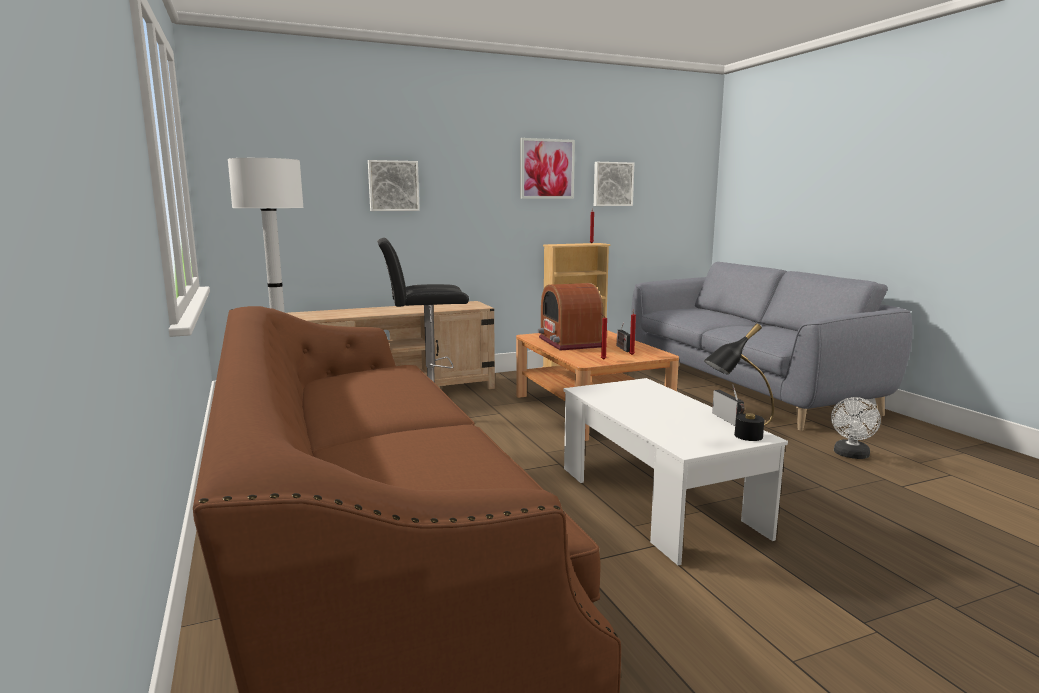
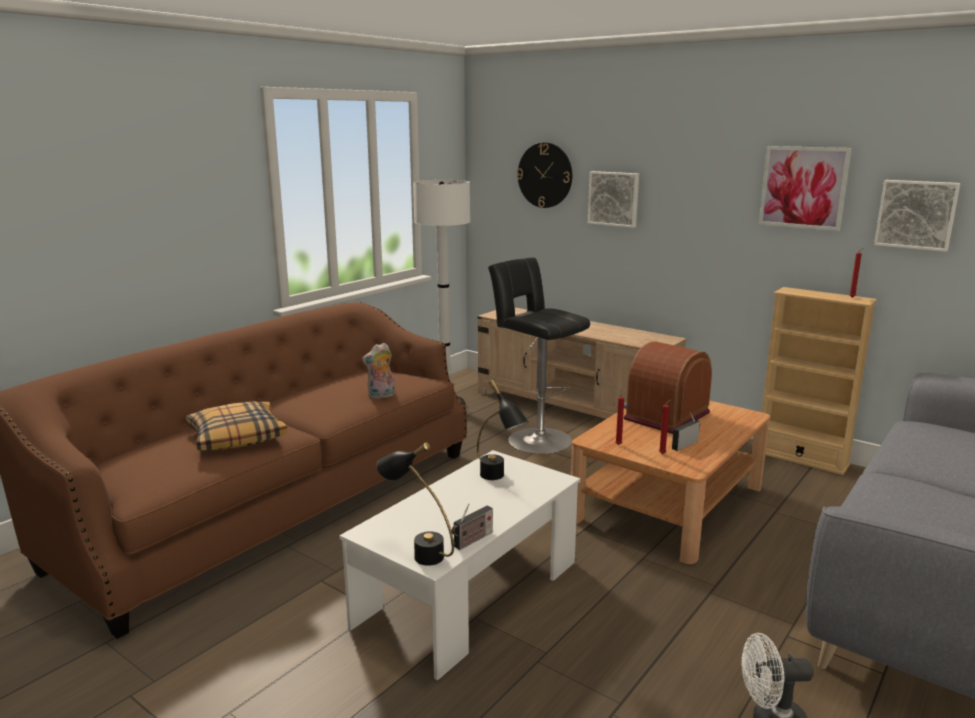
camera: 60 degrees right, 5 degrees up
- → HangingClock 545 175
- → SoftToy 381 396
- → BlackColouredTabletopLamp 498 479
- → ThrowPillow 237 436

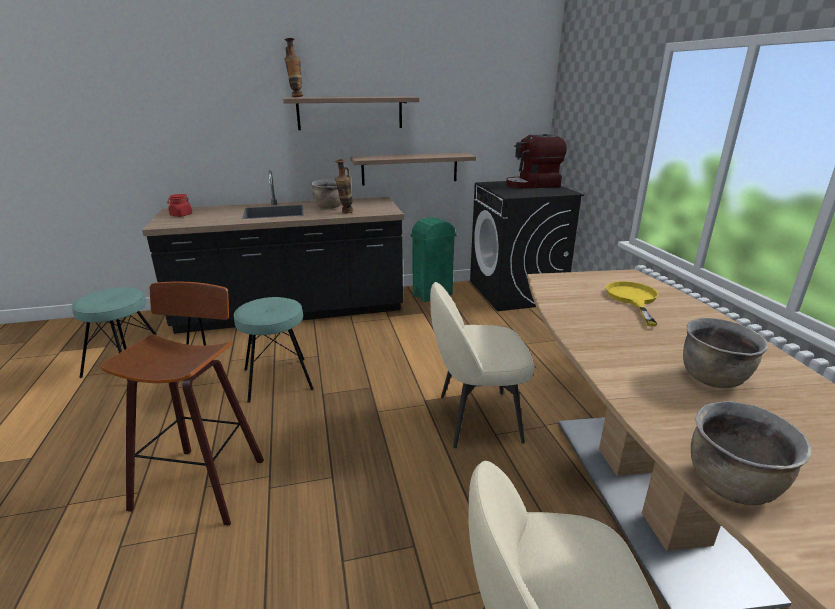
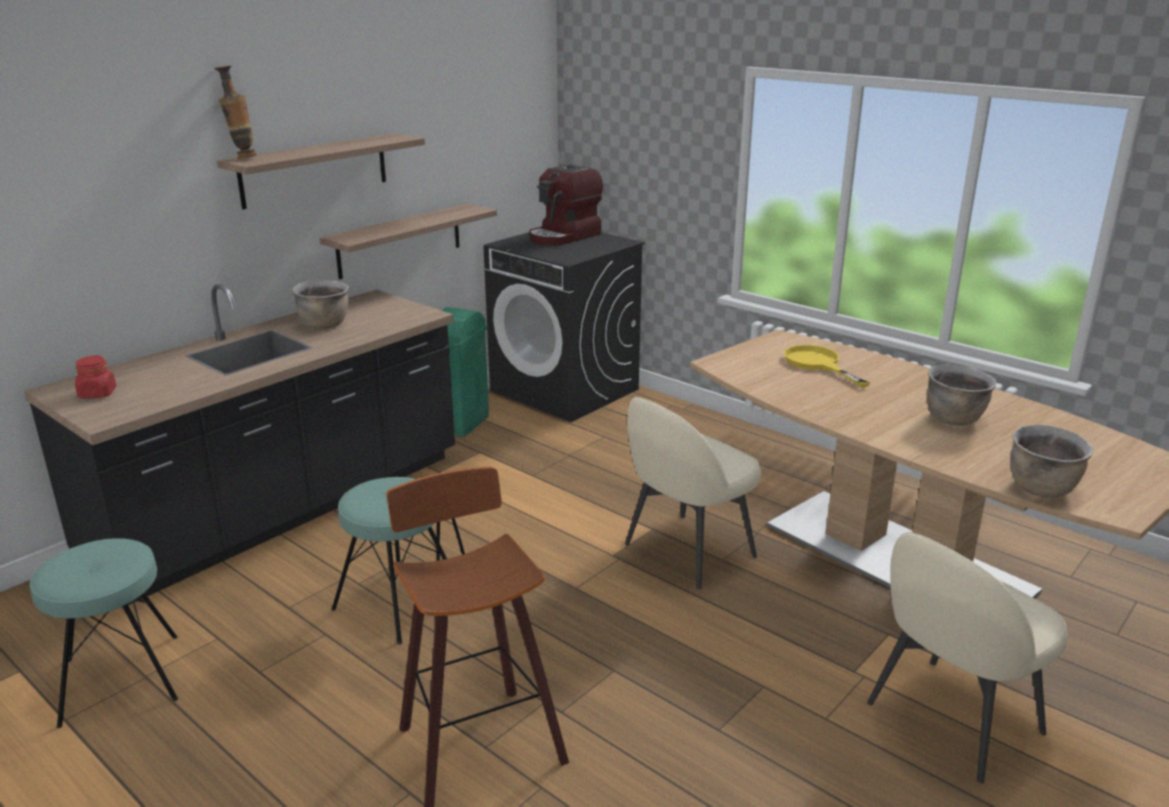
camera: 35 degrees left, 0 degrees up
DecorativeVase 345 213 → -

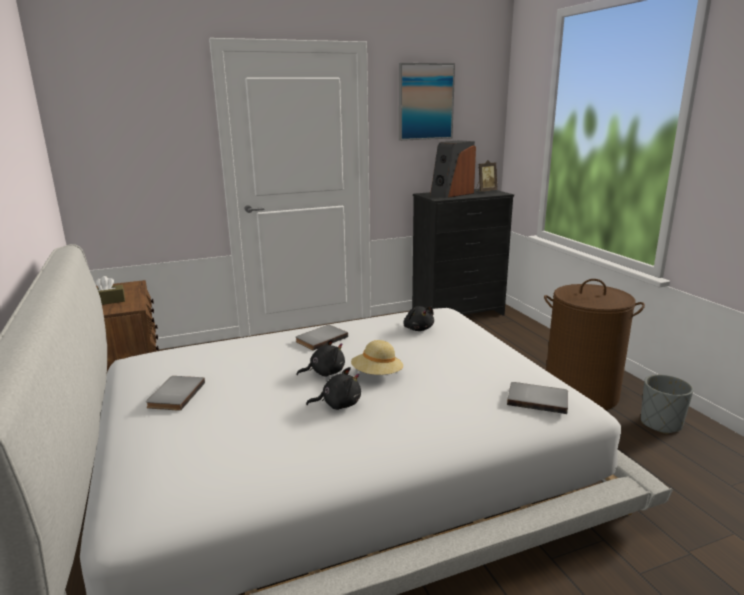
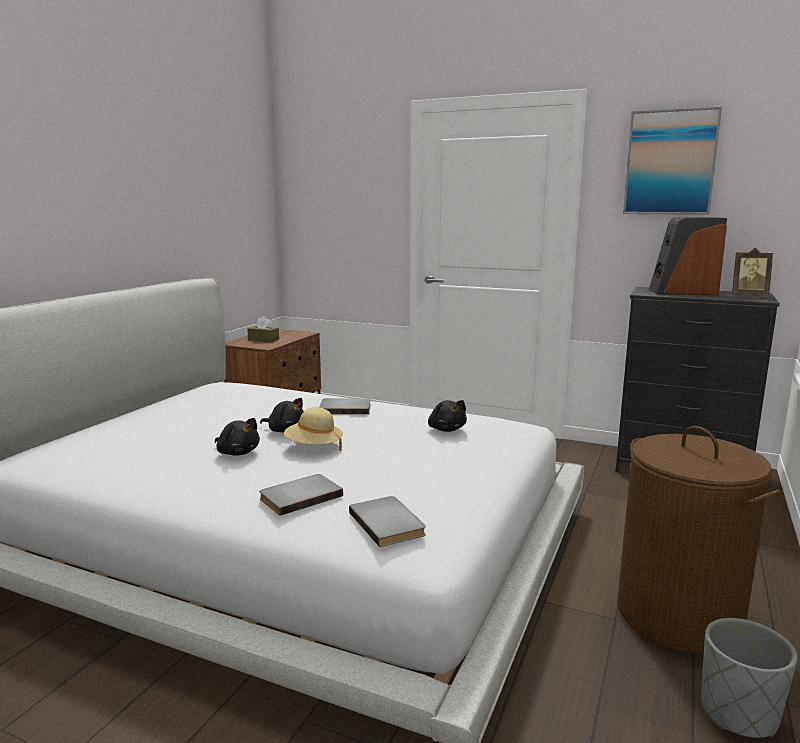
camera: 45 degrees right, 5 degrees down
BlackColouredSoftToy 418 328 → BlackColouredSoftToy 446 429, 45 degrees counterclockwise
GreyishBoundBook 174 395 → GreyishBoundBook 299 496, move

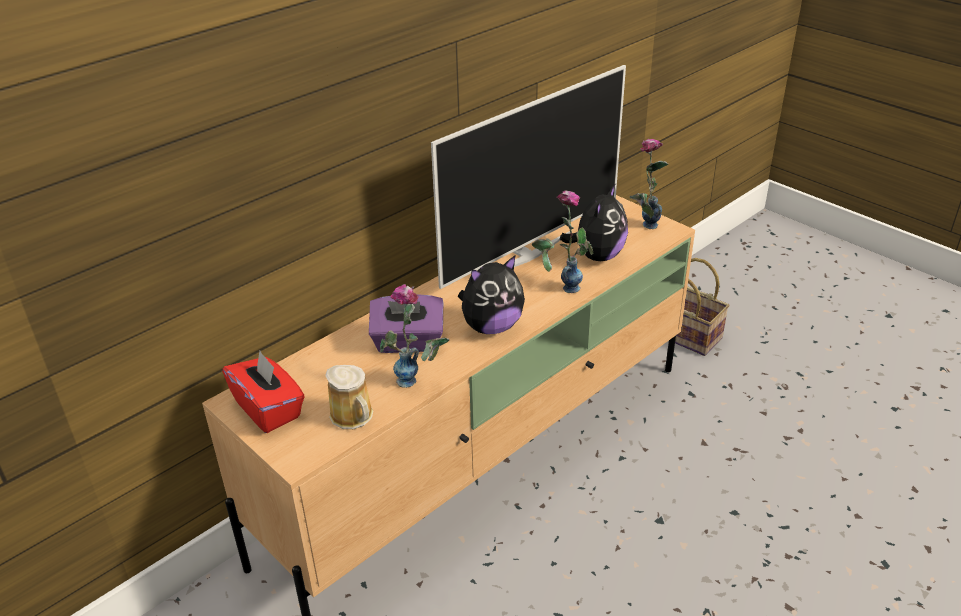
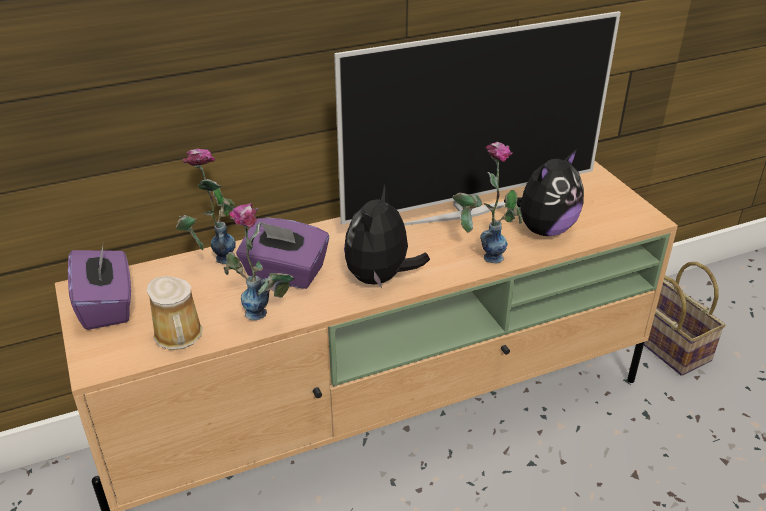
camera: 20 degrees right, 0 degrees up
DecorativeVase 643 229 → DecorativeVase 211 261, move
SoftToy 491 326 → SoftToy 380 278, 120 degrees clockwise
RedColouredBoxOfTissues 269 409 → PurpleColouredBoxOfTissues 107 306

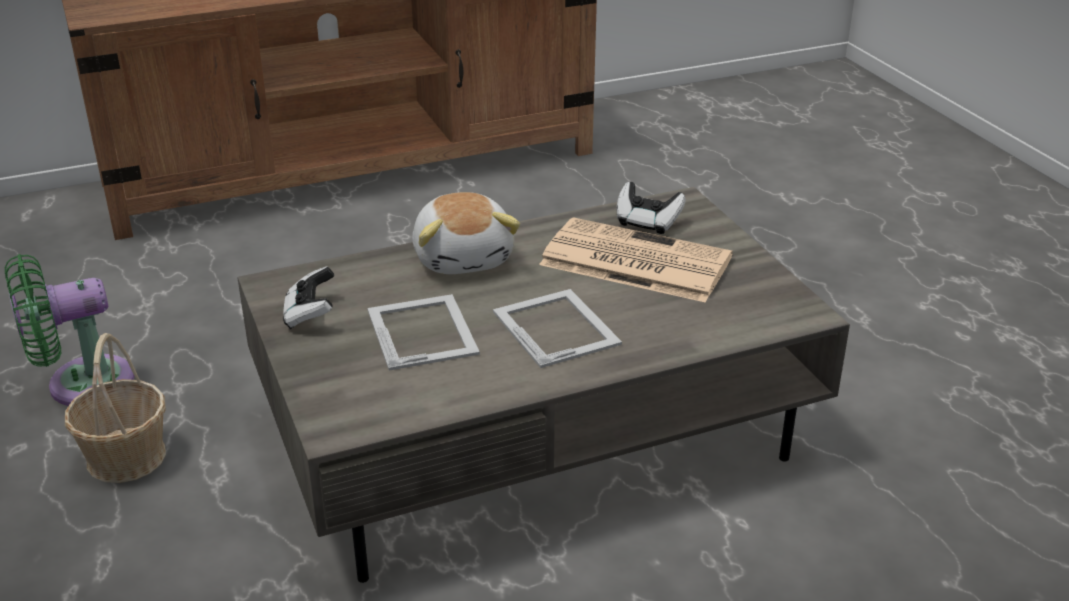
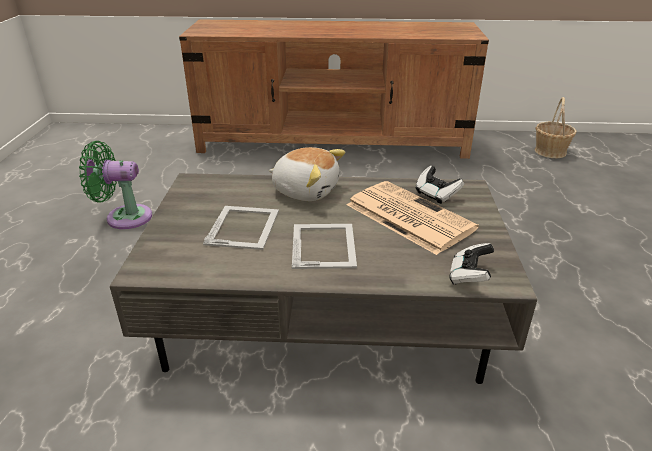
camera: 25 degrees right, 0 degrees up
SoftToy 464 257 → SoftToy 306 190, 75 degrees counterclockwise
Joypad 310 315 → Joypad 469 276, move
Basket 125 457 → Basket 550 151, move

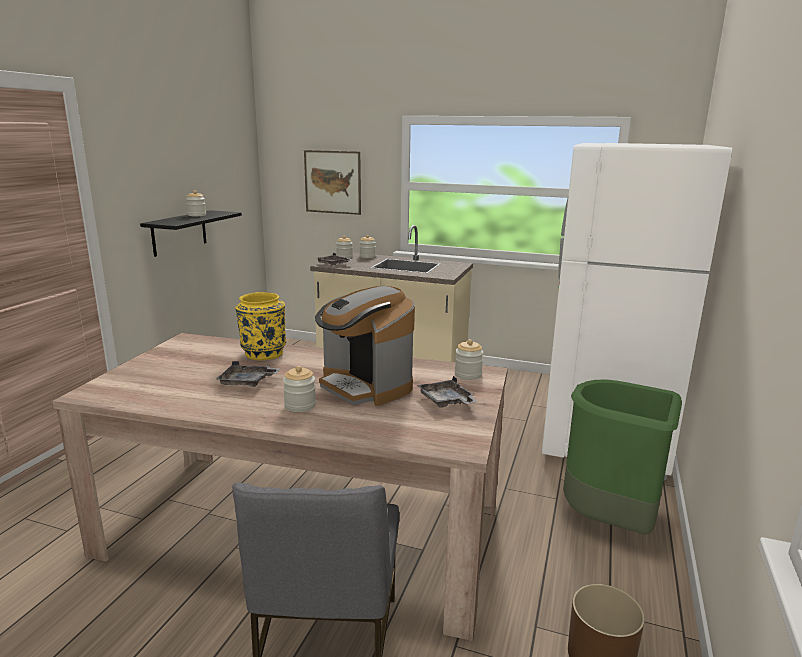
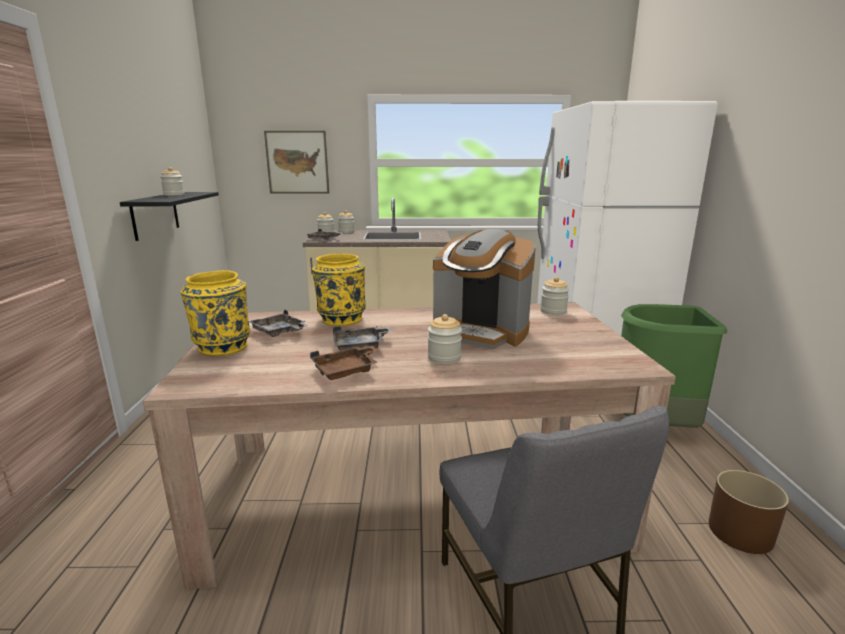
camera: 20 degrees left, 0 degrees up
GreyishServingTray 446 401 → GreyishServingTray 279 332, move
- → YellowDecorativeVase 222 348
- → BrownishServingTray 347 371

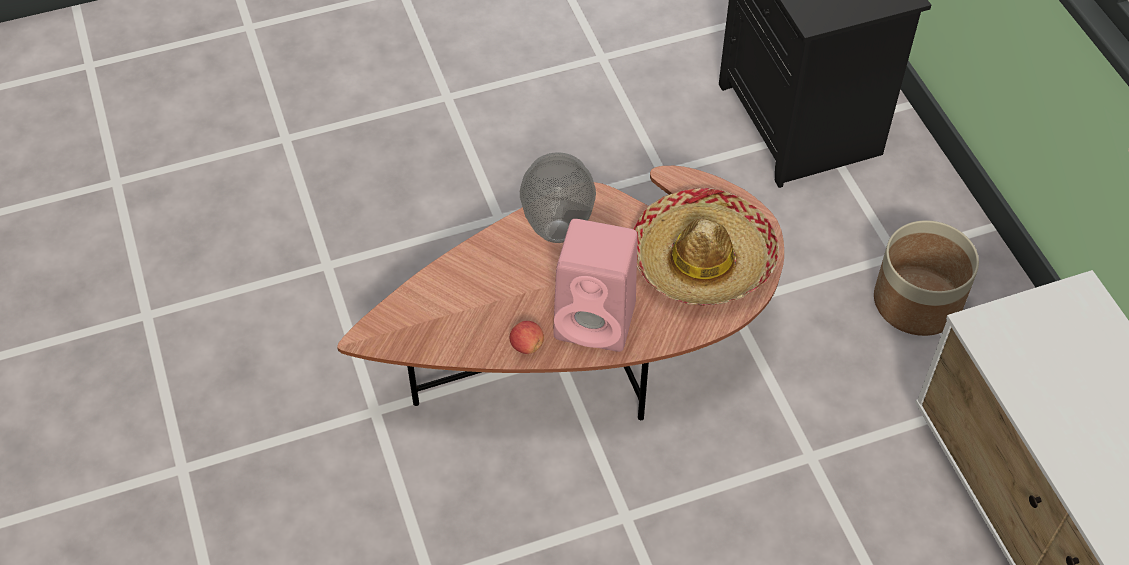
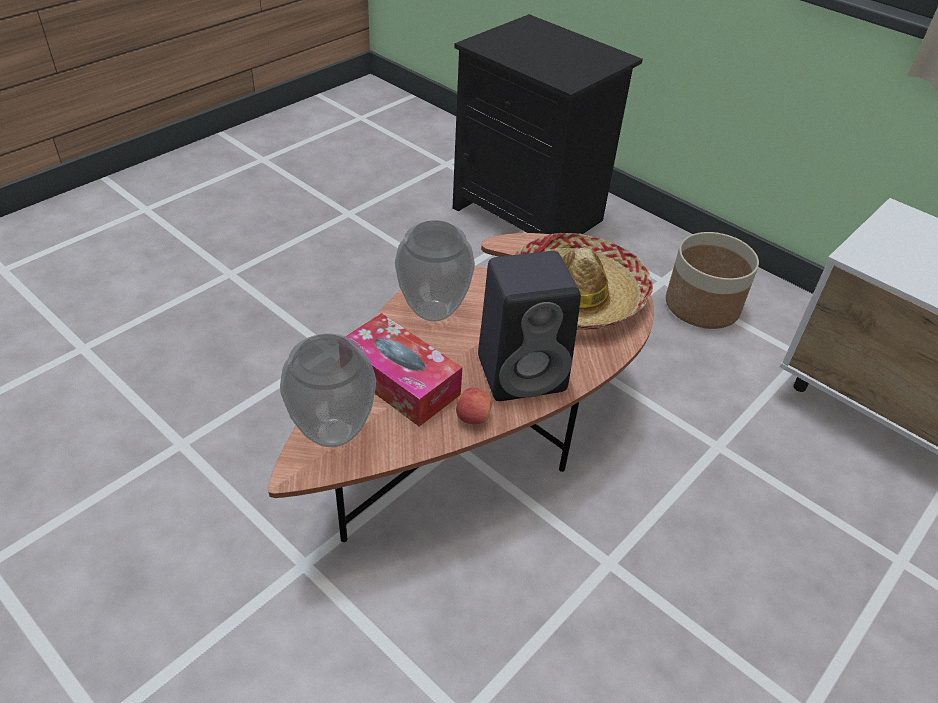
camera: 30 degrees left, 10 degrees down
PinkColouredLoudspeaker 598 321 → BlackColouredLoudspeaker 524 372
- → BoxOfTissues 399 381
- → DecorativeVase 334 432

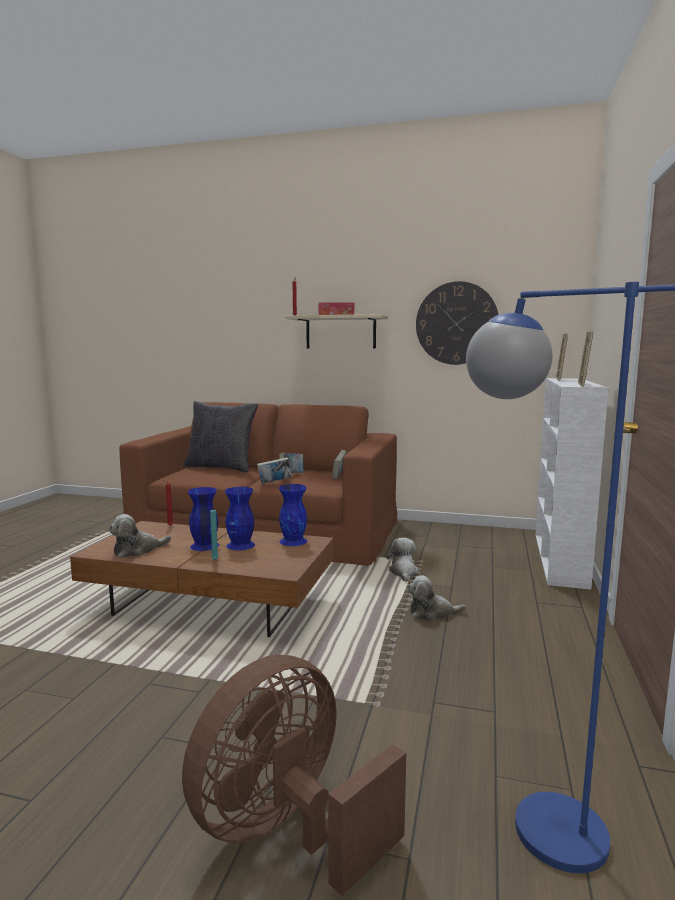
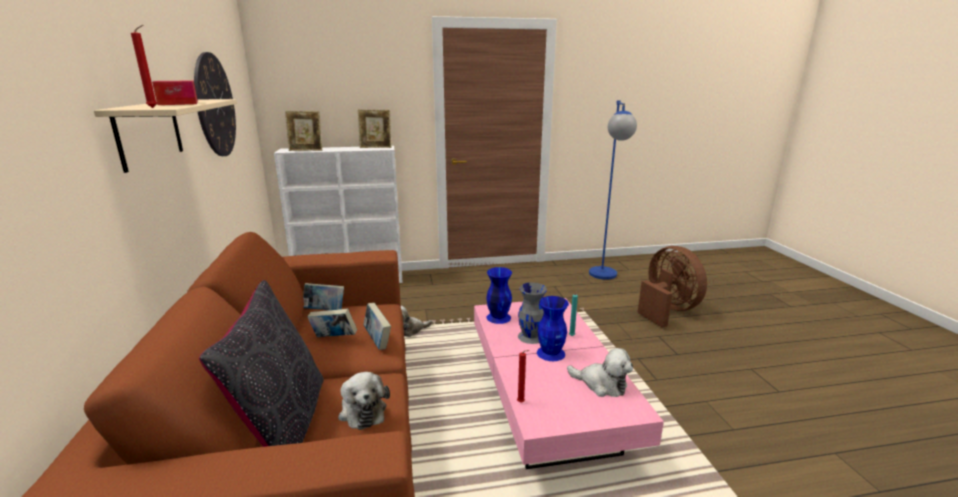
camera: 115 degrees left, 10 degrees up
BlueDecorativeVase 240 545 → GreyishDecorativeVase 531 336
BrownishLoungeTable 211 605 → PinkColouredLoungeTable 545 403
SoftToy 432 613 → SoftToy 362 410, move
BrownishFan 287 831 → BrownishFan 666 310, 135 degrees counterclockwise

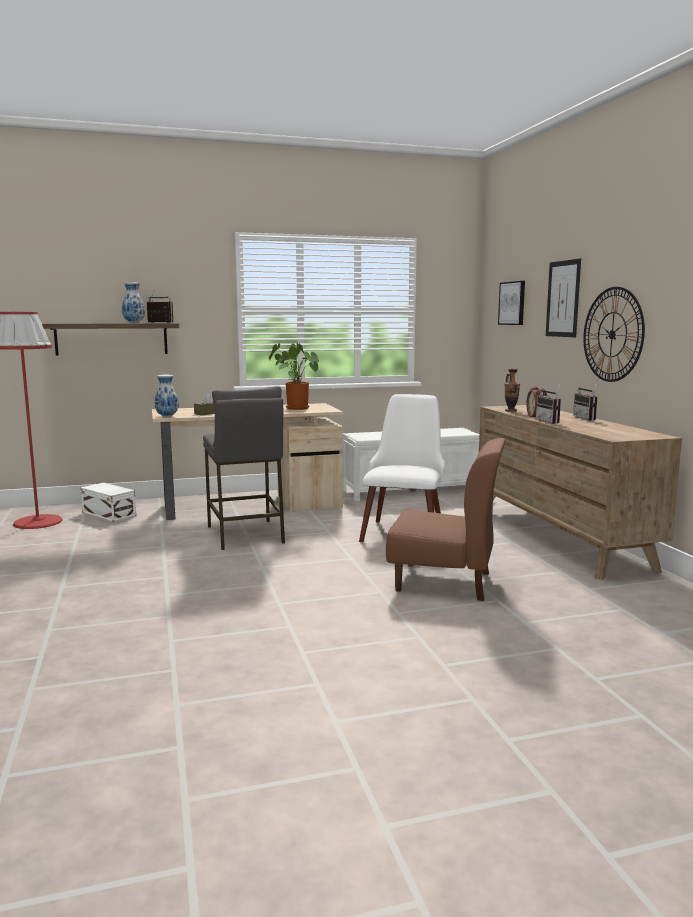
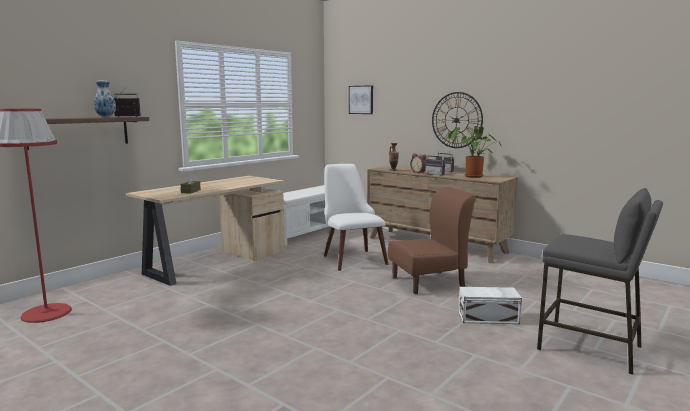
camera: 35 degrees left, 0 degrees up
Picture 563 299 → -
Houseplant 295 408 → Houseplant 471 176, move
DecorativeVase 167 416 → -
GreyishStoolSeat 245 534 → GreyishStoolSeat 590 348, move
WhiteStorageContainer 108 514 → WhiteStorageContainer 489 318, move

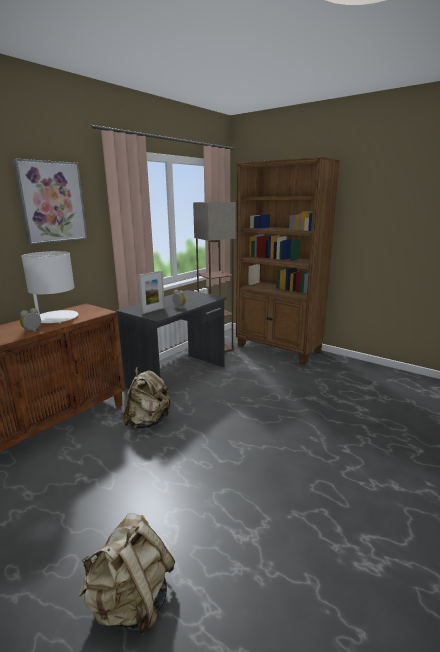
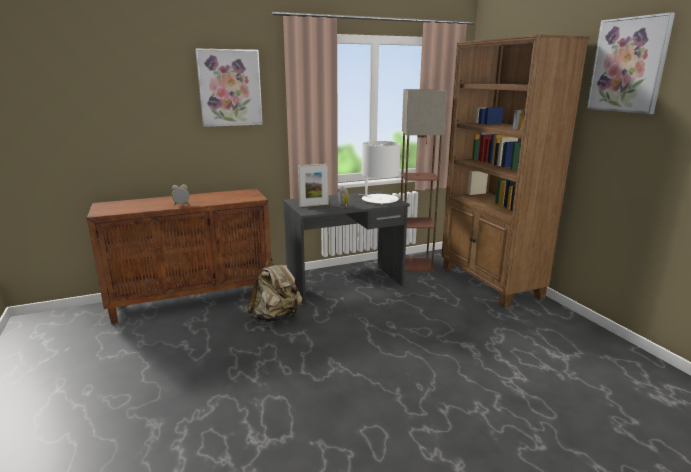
camera: 30 degrees right, 0 degrees up
WhiteTabletopLamp 56 318 → WhiteTabletopLamp 379 200, move
BeigeColouredKnapsack 131 602 → -
- → Picture 628 65

